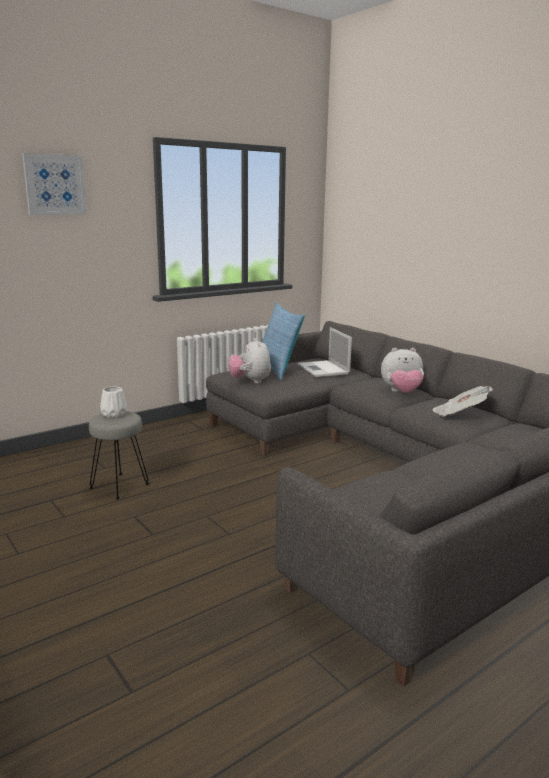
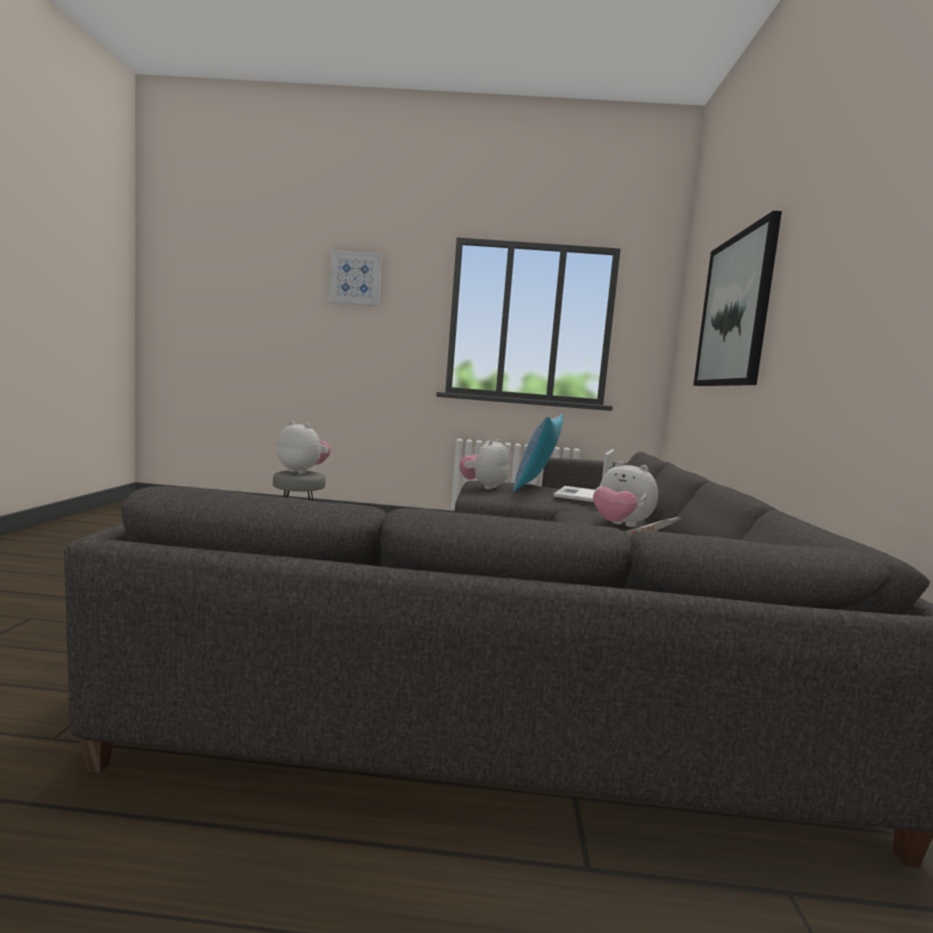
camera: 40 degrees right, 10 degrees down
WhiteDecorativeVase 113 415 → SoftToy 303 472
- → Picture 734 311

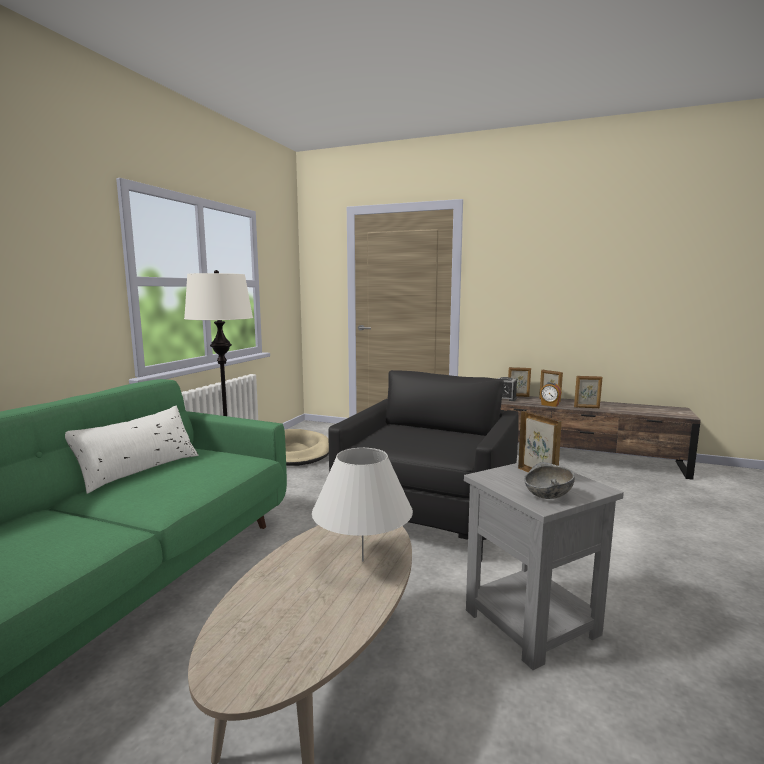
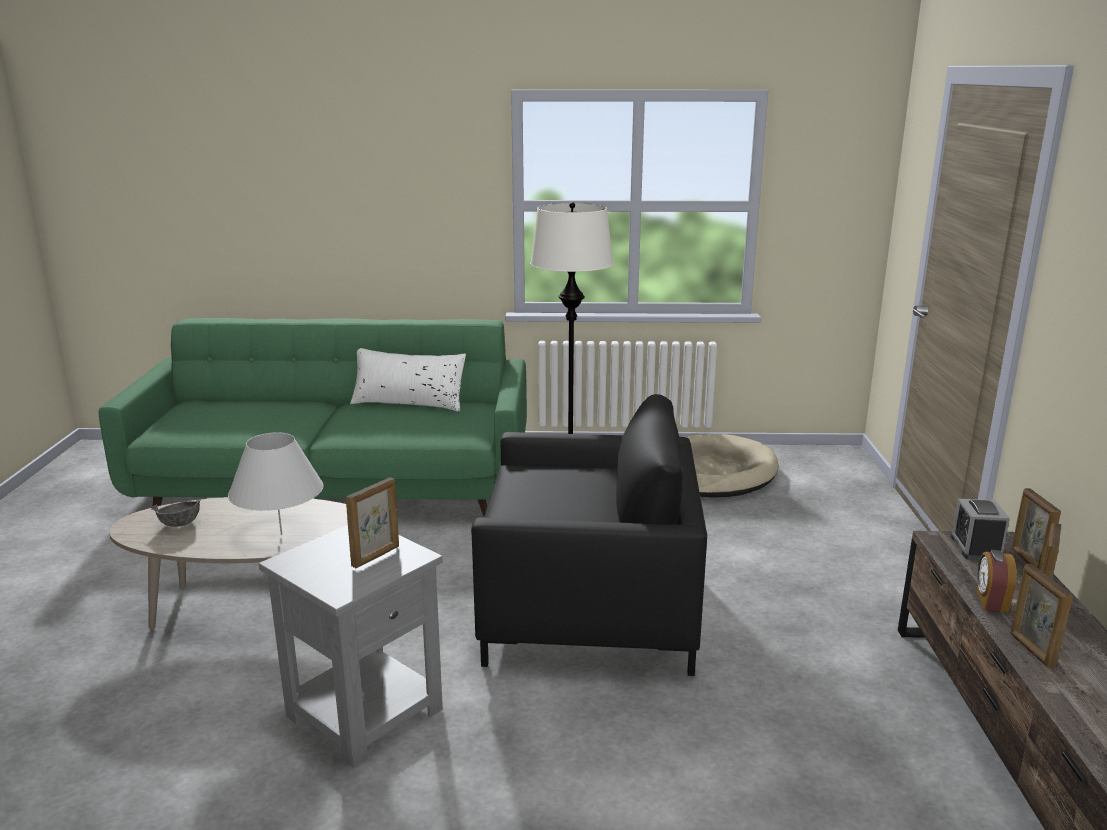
camera: 70 degrees right, 10 degrees up
GreyishBowl 547 496 → GreyishBowl 180 524, move

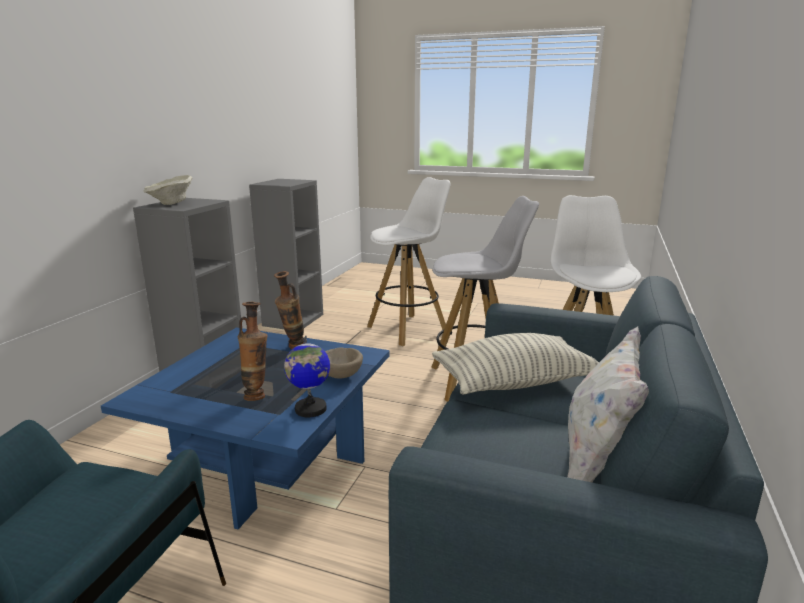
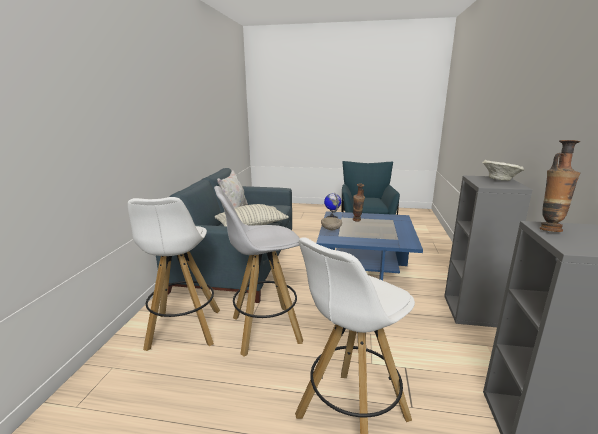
camera: 170 degrees right, 0 degrees up
DecorativeVase 292 348 → DecorativeVase 549 229, move

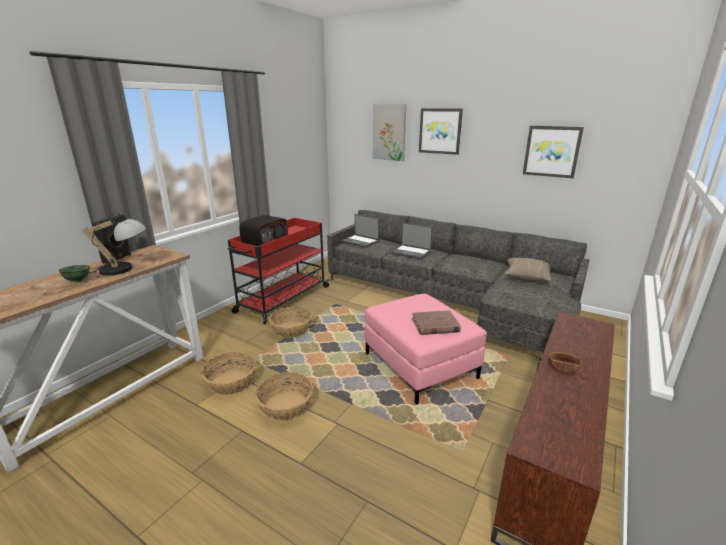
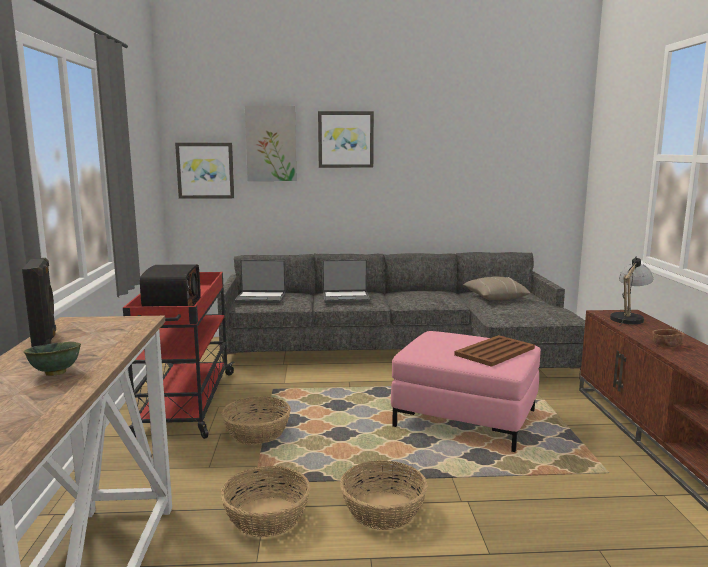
camera: 35 degrees left, 10 degrees down
Picture 551 151 → Picture 205 170, move
TabletopLamp 125 269 → TabletopLamp 628 318, move
BrownishBoundBook 435 325 → BrownishServingTray 494 352

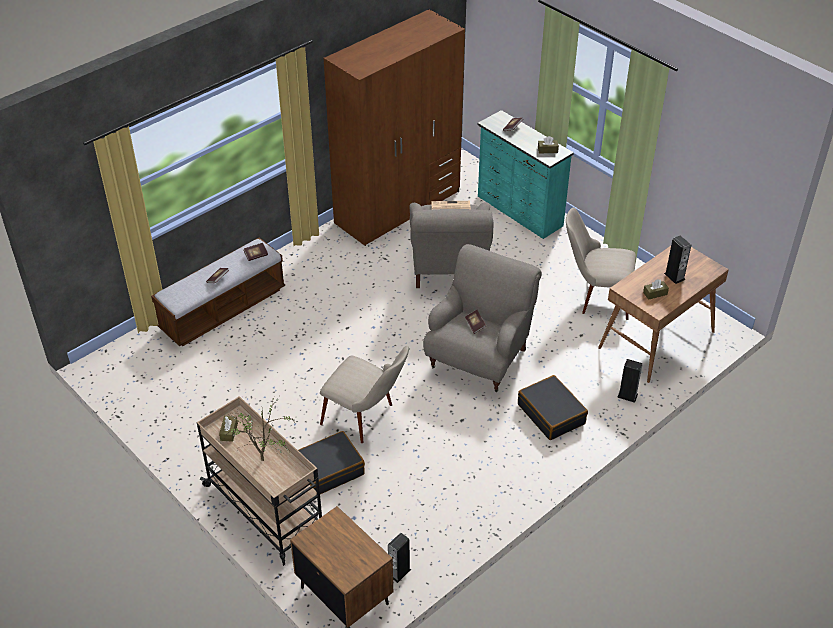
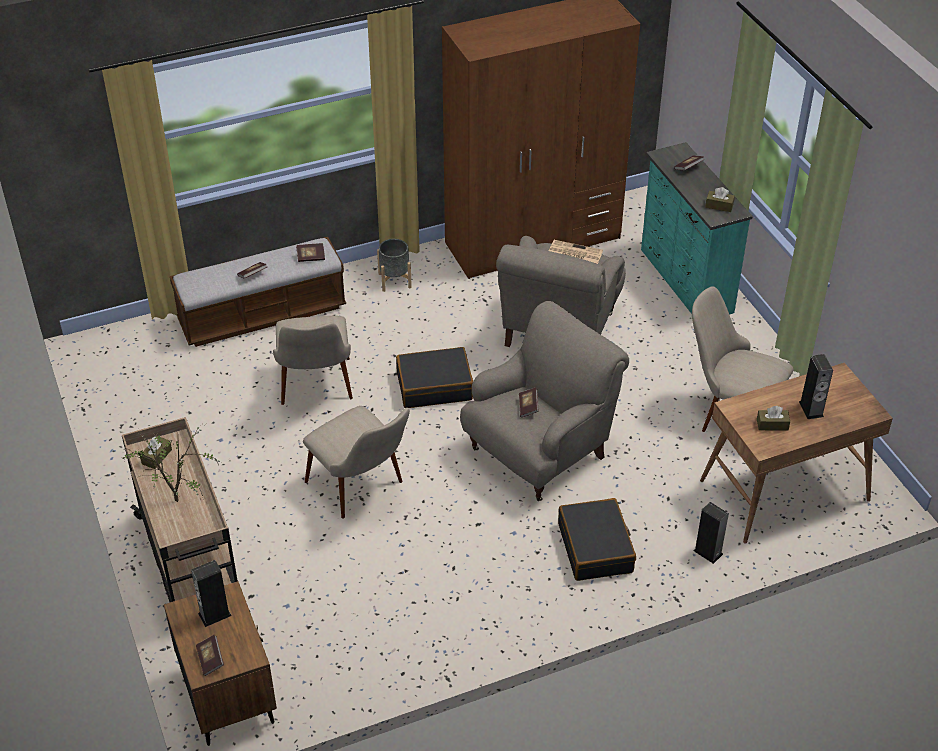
camera: 20 degrees right, 0 degrees up
BlackColouredPieceOfLuggage 327 470 → BlackColouredPieceOfLuggage 434 386, move
Loudspeaker 399 572 → Loudspeaker 214 614, move
- → GreyishPlantPot 394 280
- → BeigeColouredUprightChair 316 391
- → BoundBook 210 660

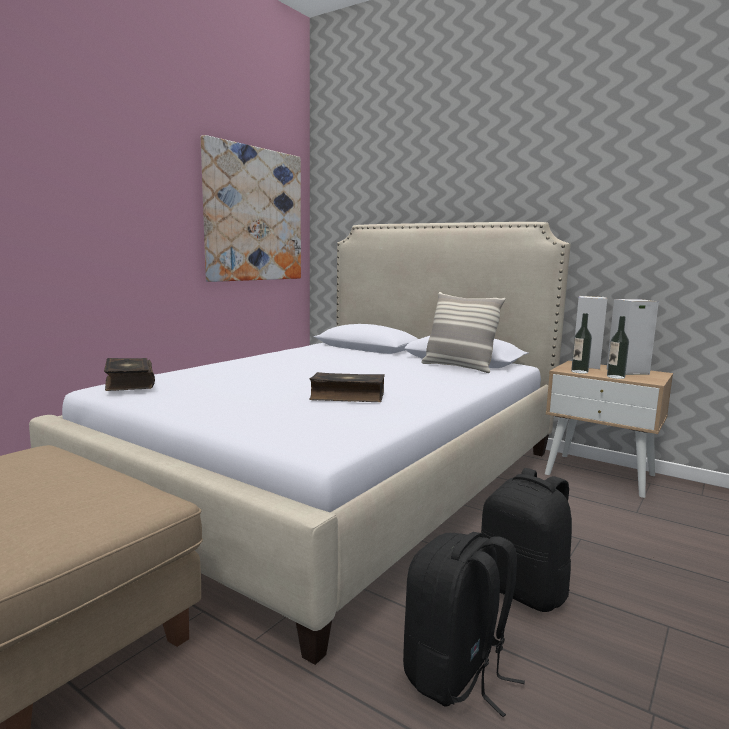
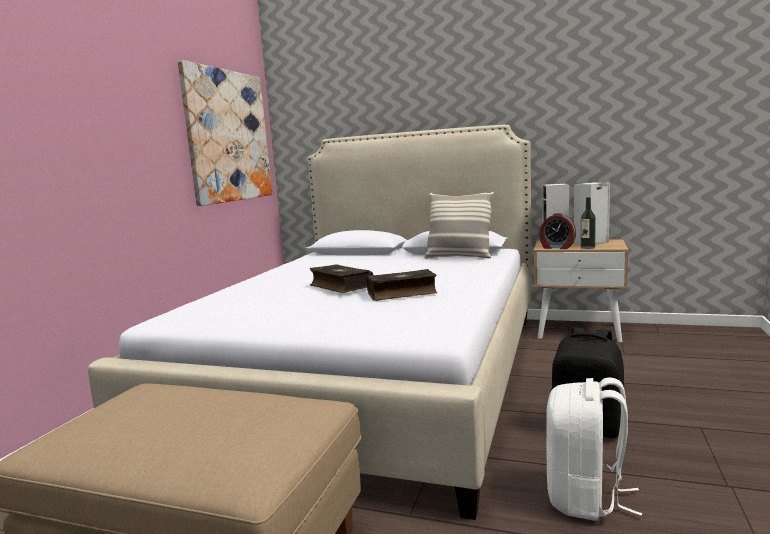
camera: 15 degrees left, 0 degrees up
DrinkBottle 579 371 → BedsideClock 557 247
BoundBook 128 383 → BoundBook 340 286, move
BlackColouredKnapsack 456 675 → WhiteKnapsack 585 497

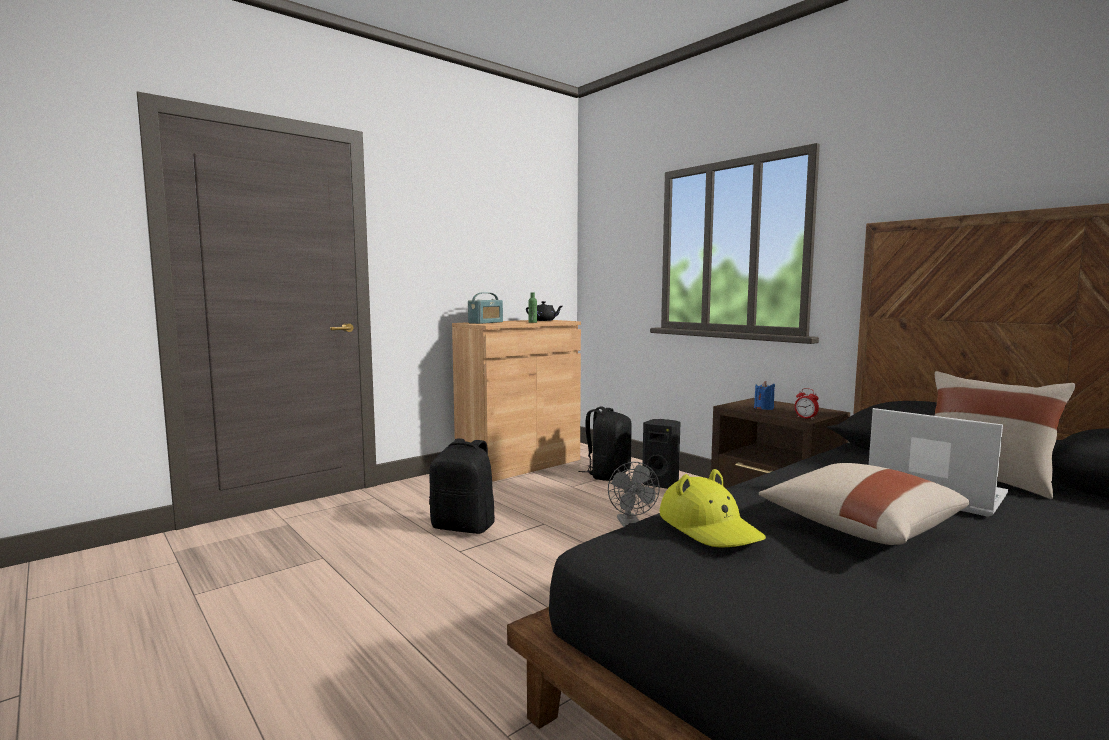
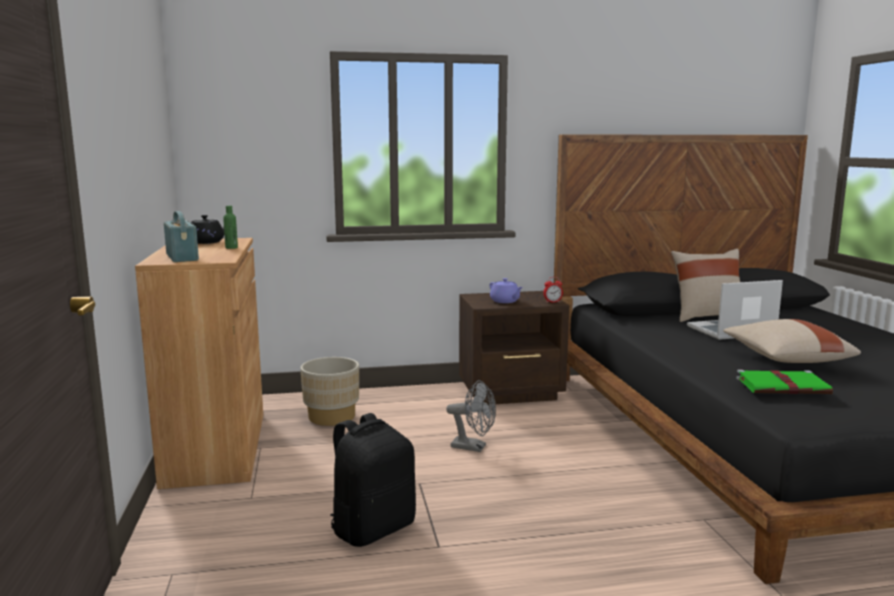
camera: 60 degrees left, 5 degrees up
BlueWaxLight 763 408 → PurpleColouredTeaPot 505 301
BlackColouredKnapsack 607 474 → BeigeColouredPlantPot 331 417
BlackColouredLoudspeaker 661 484 → -
YellowHat 710 527 → GreenColouredBoundBook 784 386

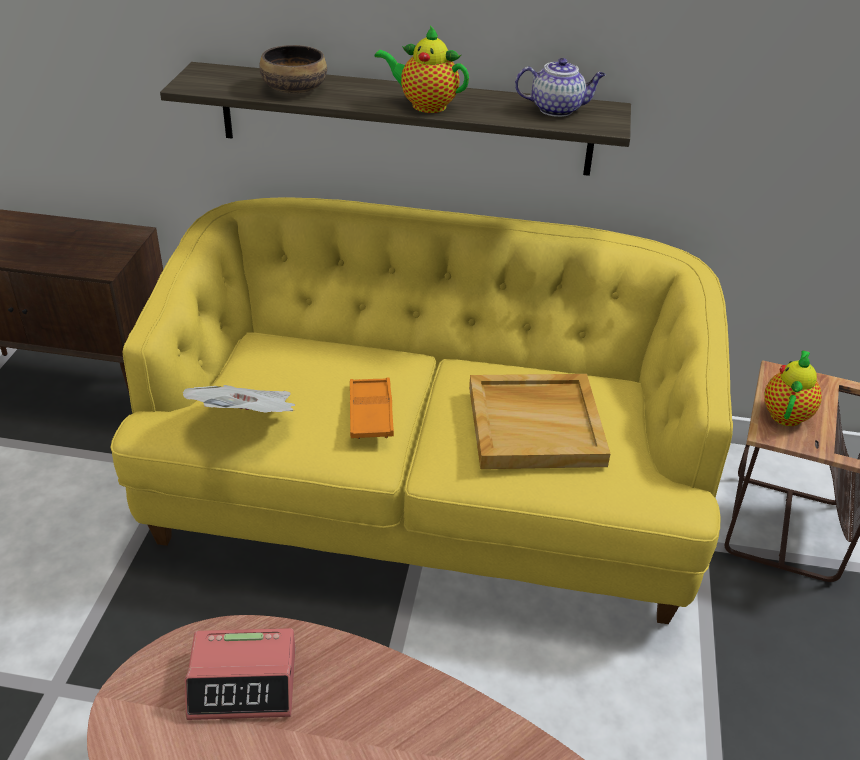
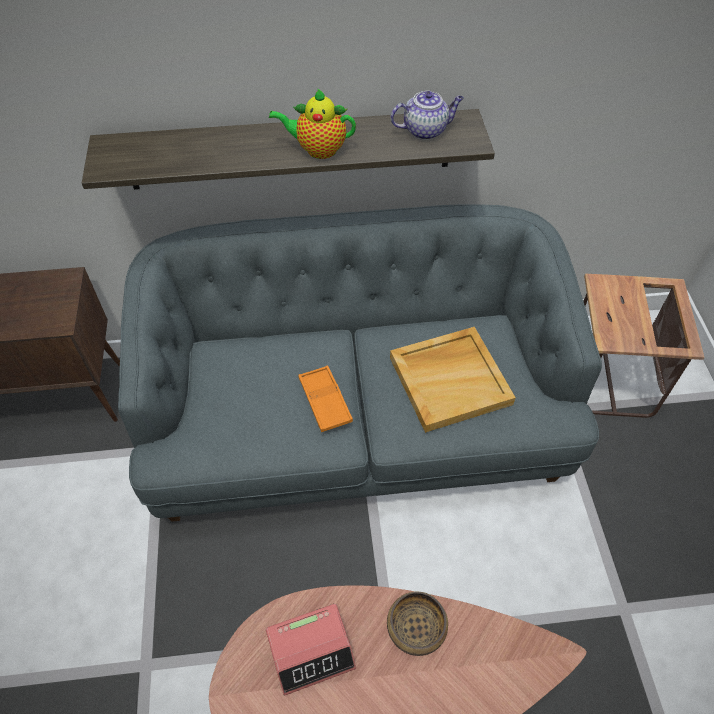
camera: 15 degrees left, 15 degrees up
Bowl 293 88 → Bowl 415 628, move
YellowSettee 426 499 → GreyishSettee 357 425
TeaPot 786 413 → -
PrintedPaper 248 420 → -

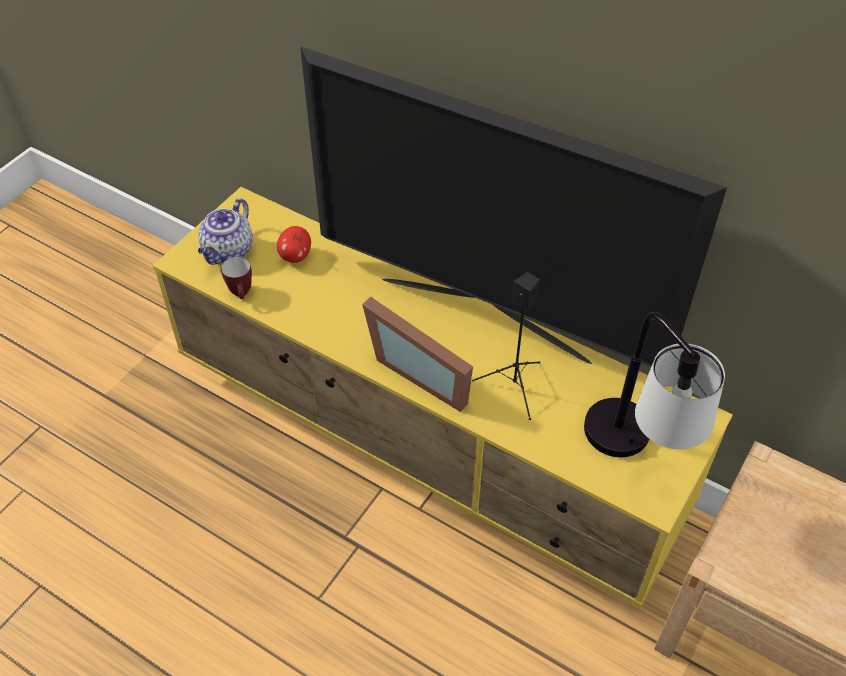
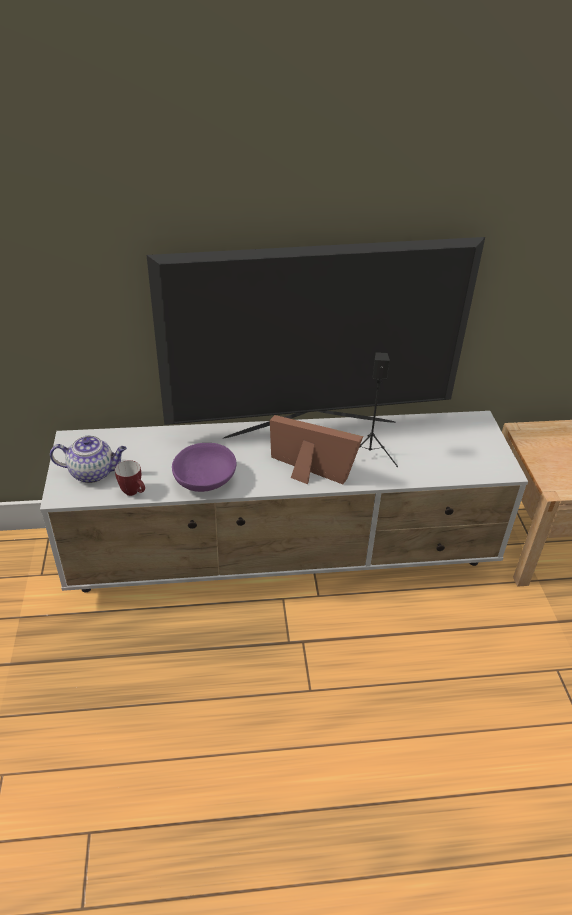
camera: 40 degrees left, 10 degrees down
YellowMediaConsole 425 445 → WhiteMediaConsole 285 557
TeaPot 228 252 → TeaPot 93 473, 75 degrees counterclockwise
Apple 295 256 → -
PhotoFrame 423 371 → PhotoFrame 308 474, 150 degrees counterclockwise
TabletopLamp 635 454 → -
- → PurpleColouredBowl 205 481

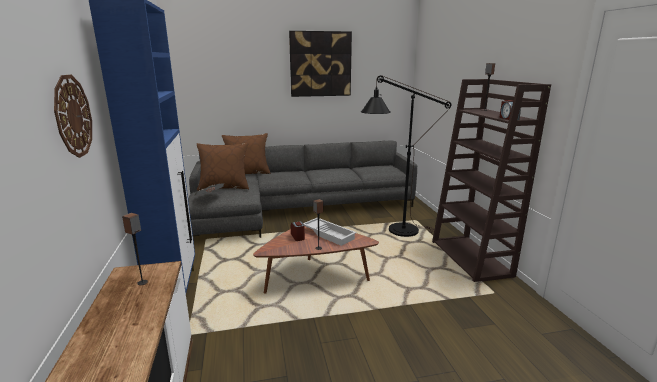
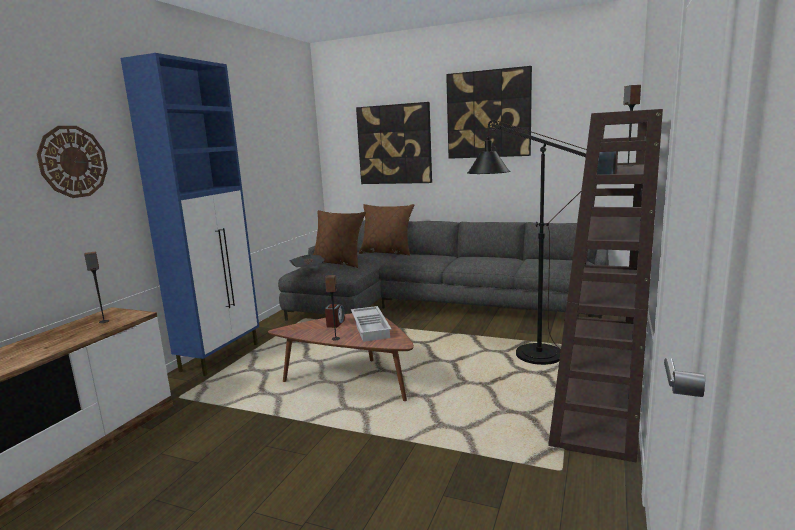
camera: 35 degrees right, 5 degrees down
- → Picture 394 144

